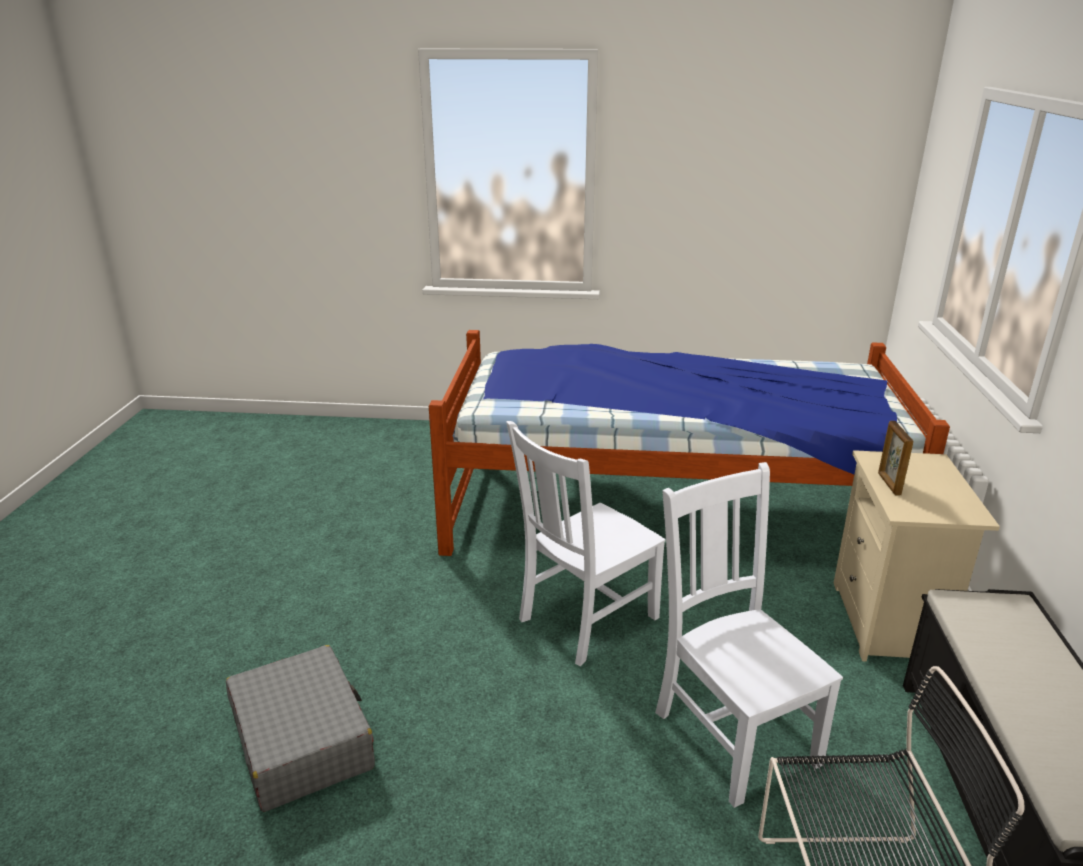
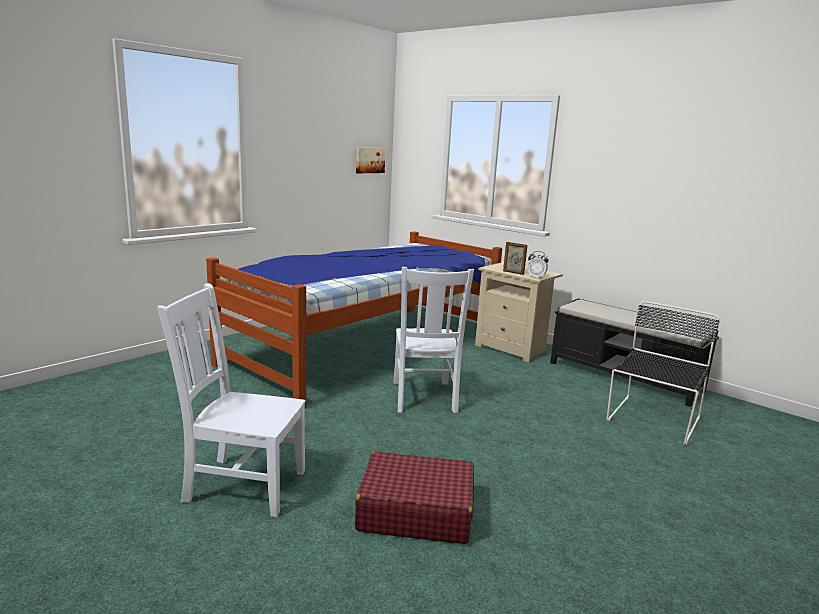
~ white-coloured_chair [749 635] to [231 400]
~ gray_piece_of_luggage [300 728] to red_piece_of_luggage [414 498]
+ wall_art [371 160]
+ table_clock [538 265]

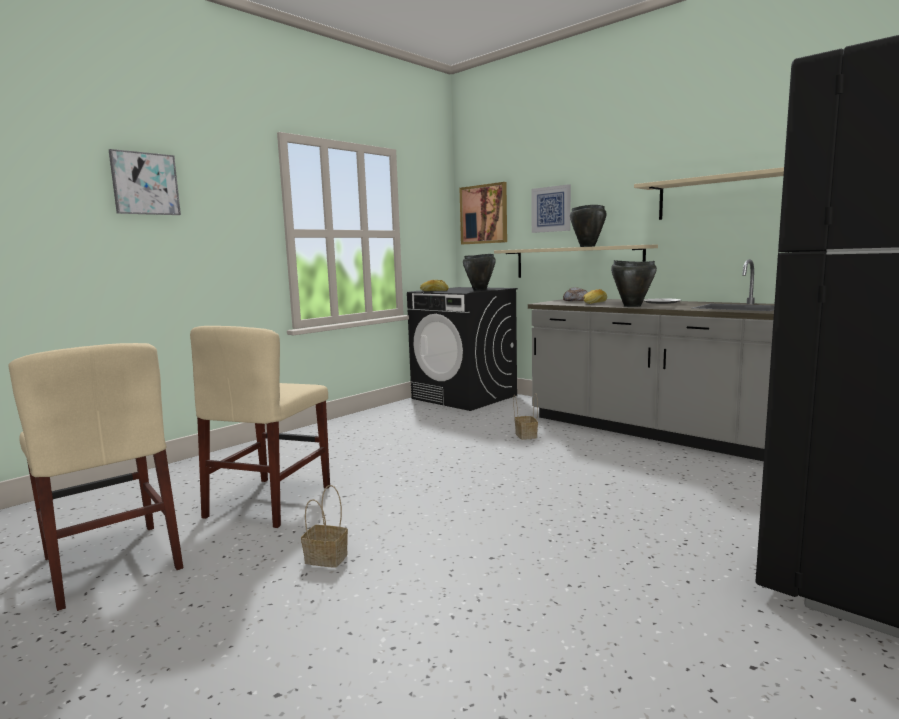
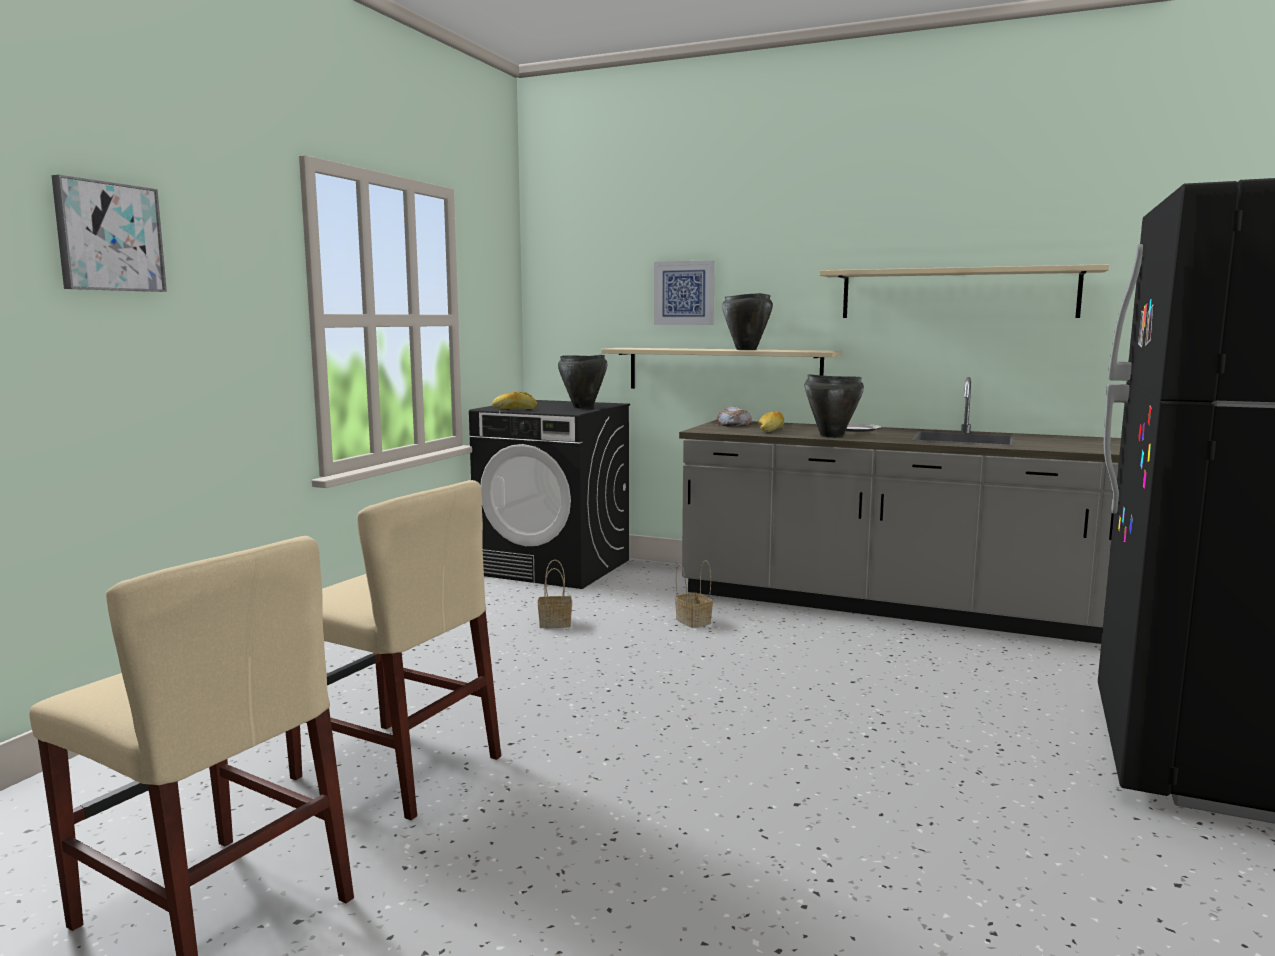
- wall_art [483 213]
~ sand-coloured_chair [260 427] = [393 650] 60 degrees counterclockwise
~ household_basket [324 526] to [555 594]

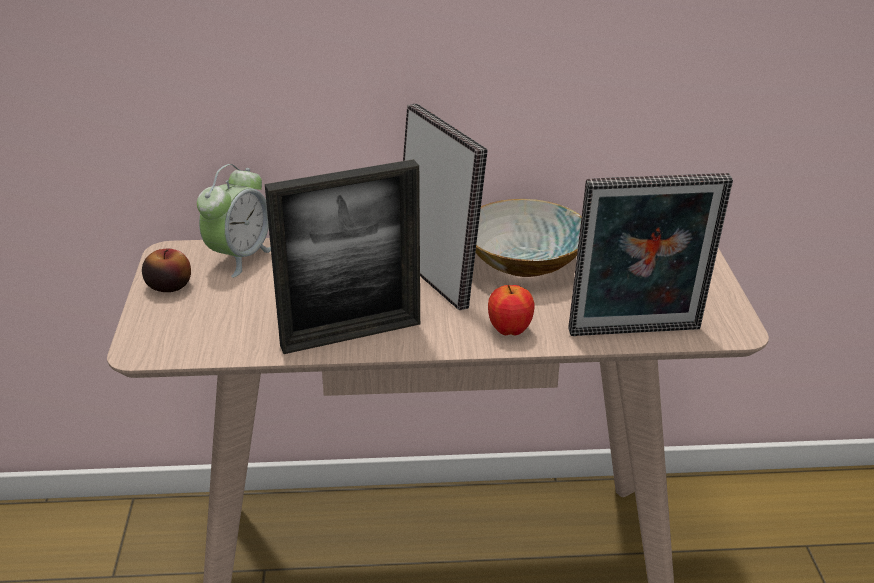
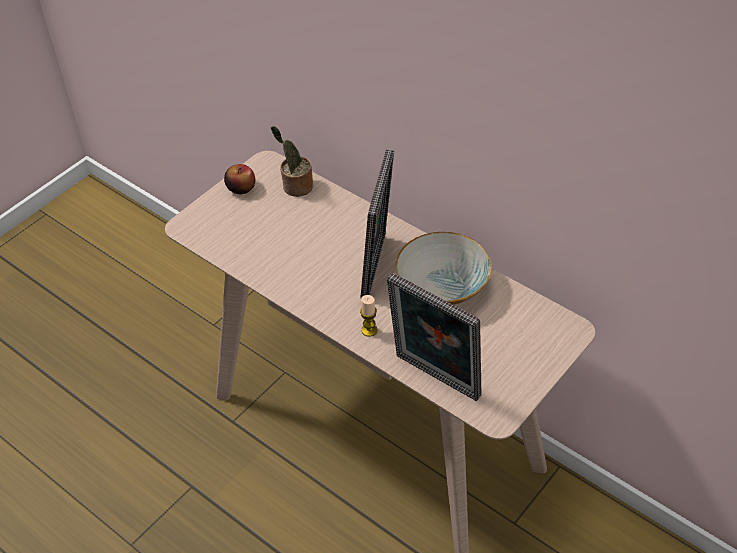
- picture_frame [342 256]
~ table_clock [234 221] to plant_in_a_pot [292 161]
~ apple [511 310] to wax_light [369 316]

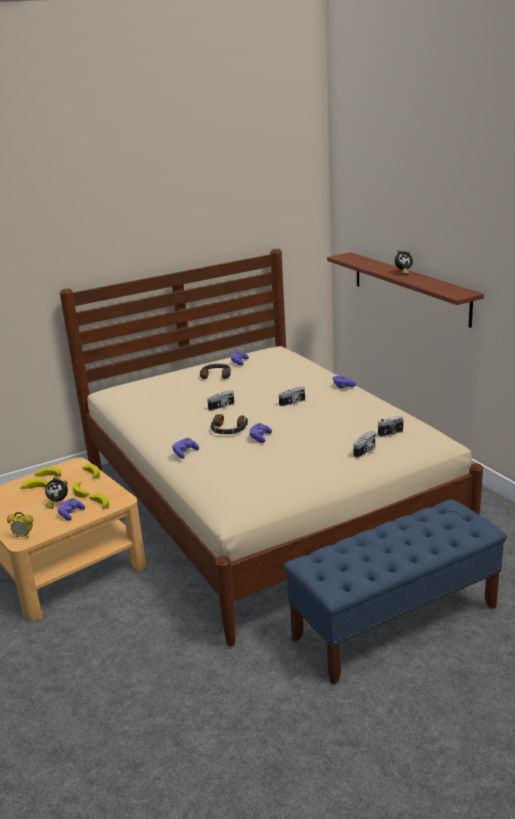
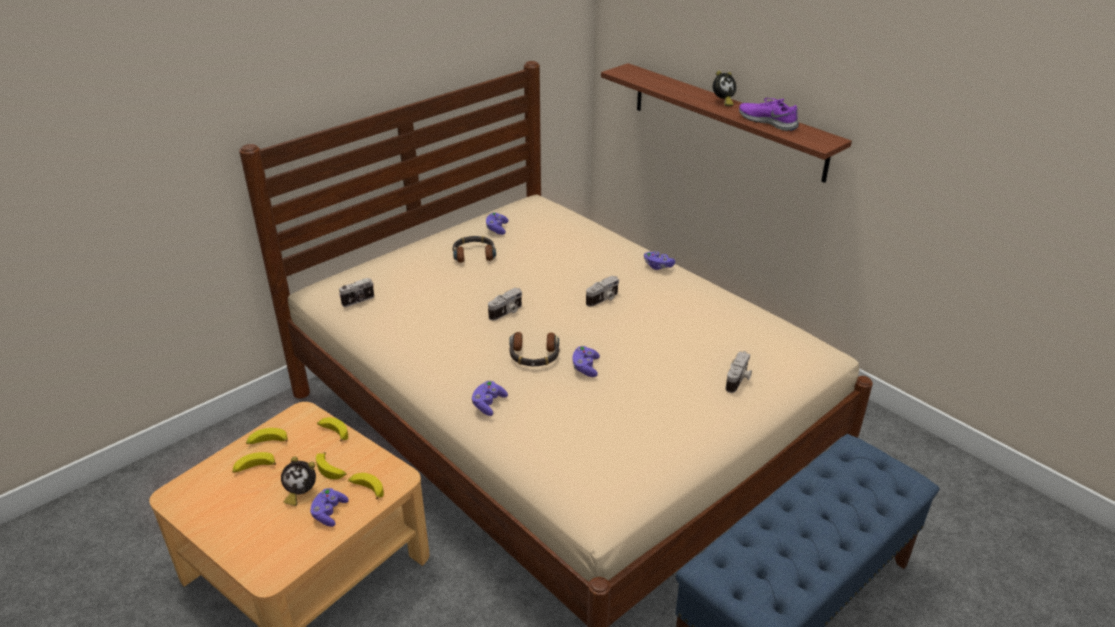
~ photo_camera [391 426] to [356 292]
- table_clock [20 525]
+ purple-coloured_item_of_footwear [769 114]

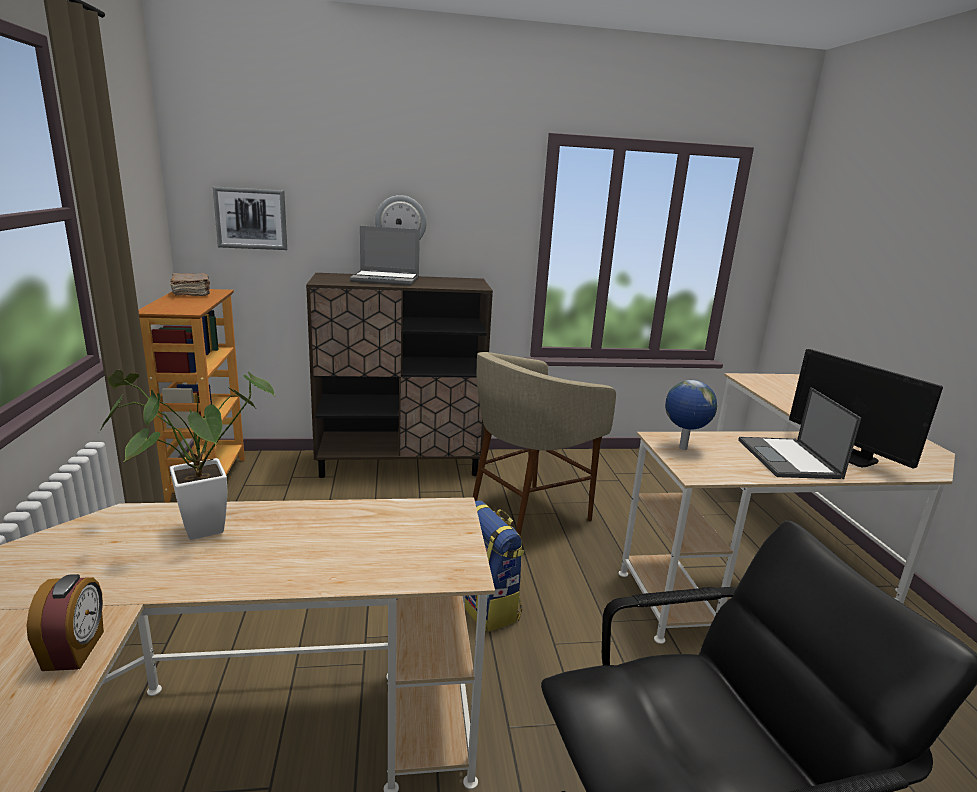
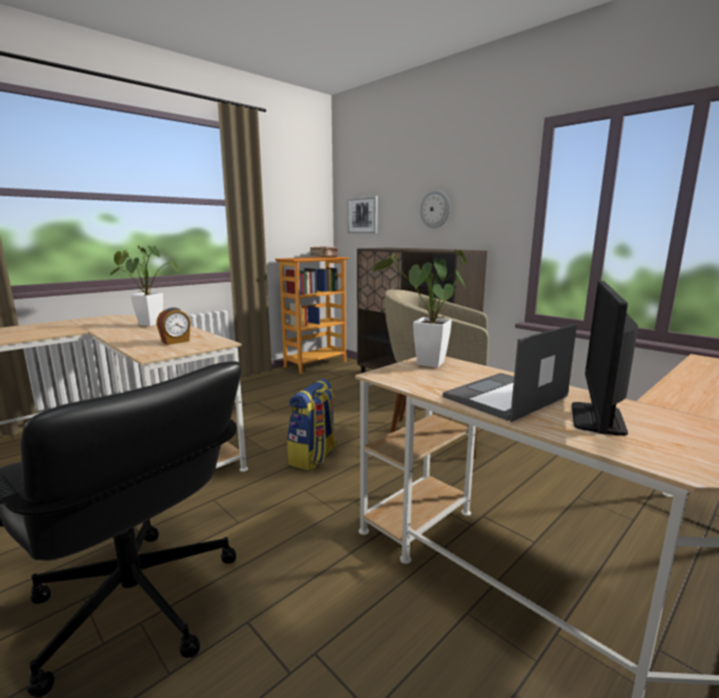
- laptop [385 256]
~ globe [691 415] to plant_in_a_pot [419 309]
~ table_clock [65 622] to [173 326]

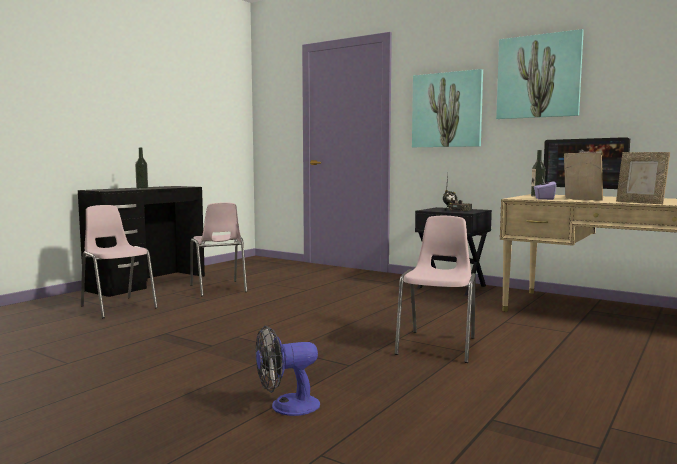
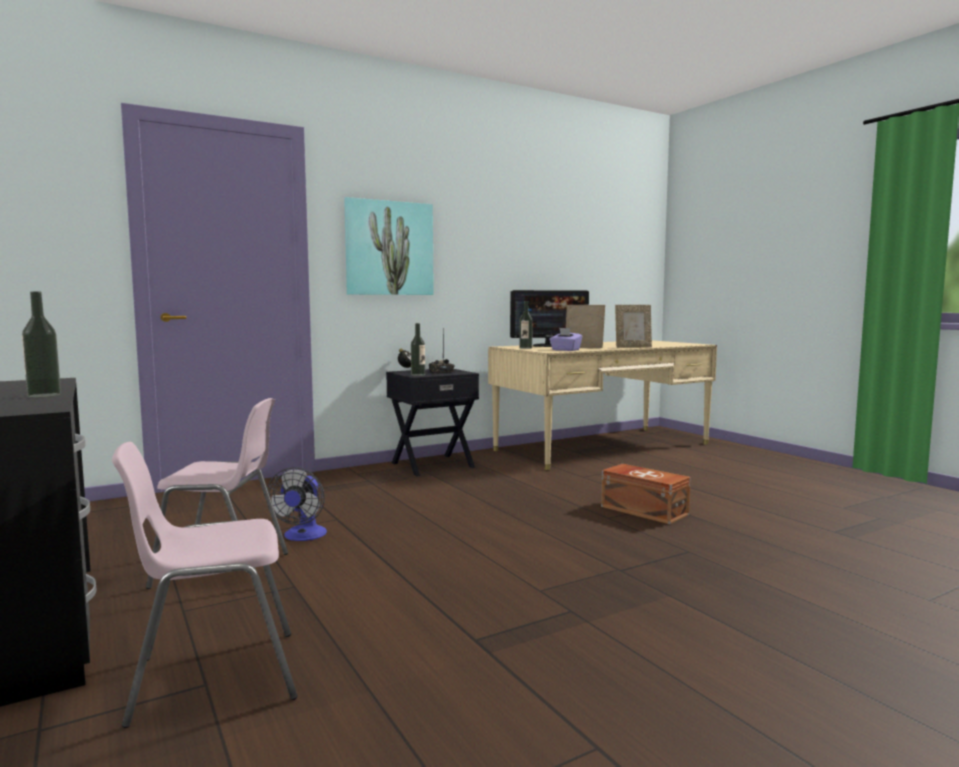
- wall_art [540 74]
~ pinkish_chair [435 289] to brown_storage_container [646 494]
~ fan [288 370] to [297 504]
+ bottle [418 349]

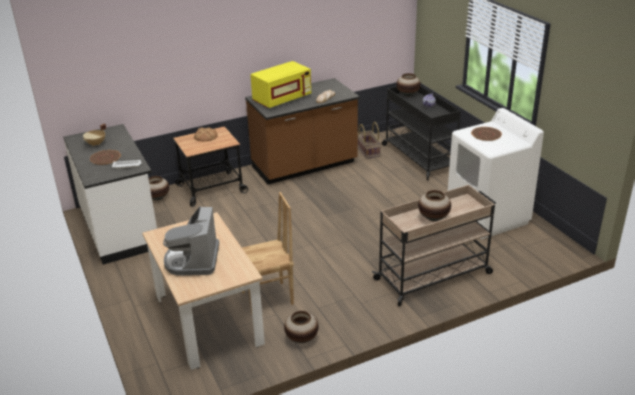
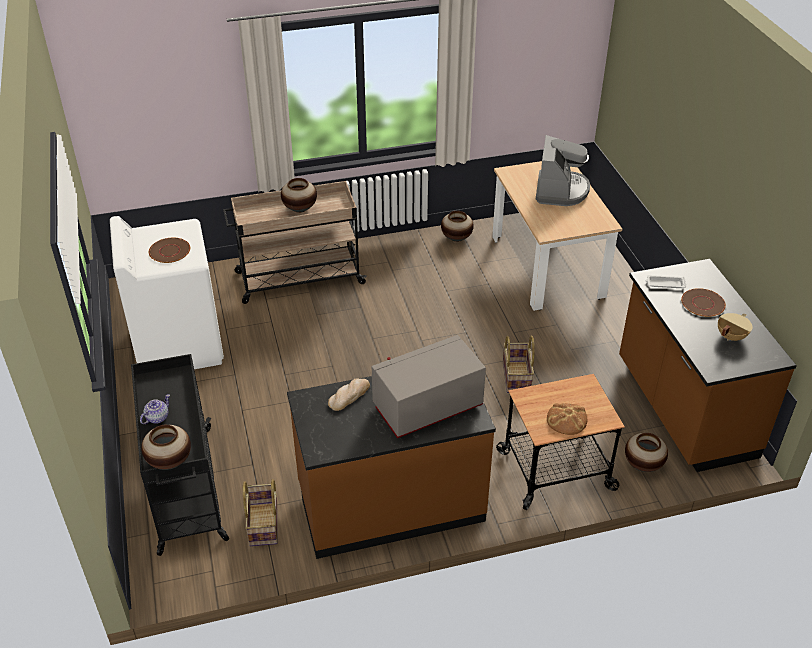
~ yellow-coloured_kitchen_microwave [280 84] to gray_kitchen_microwave [429 386]
~ white-coloured_counter [110 194] to brown_counter [708 365]
- brown_chair [268 253]
+ household_basket [519 364]

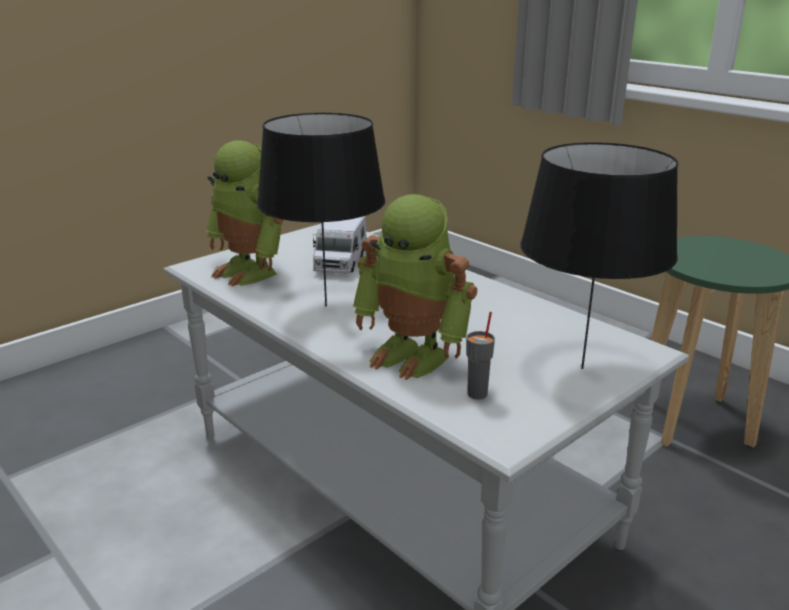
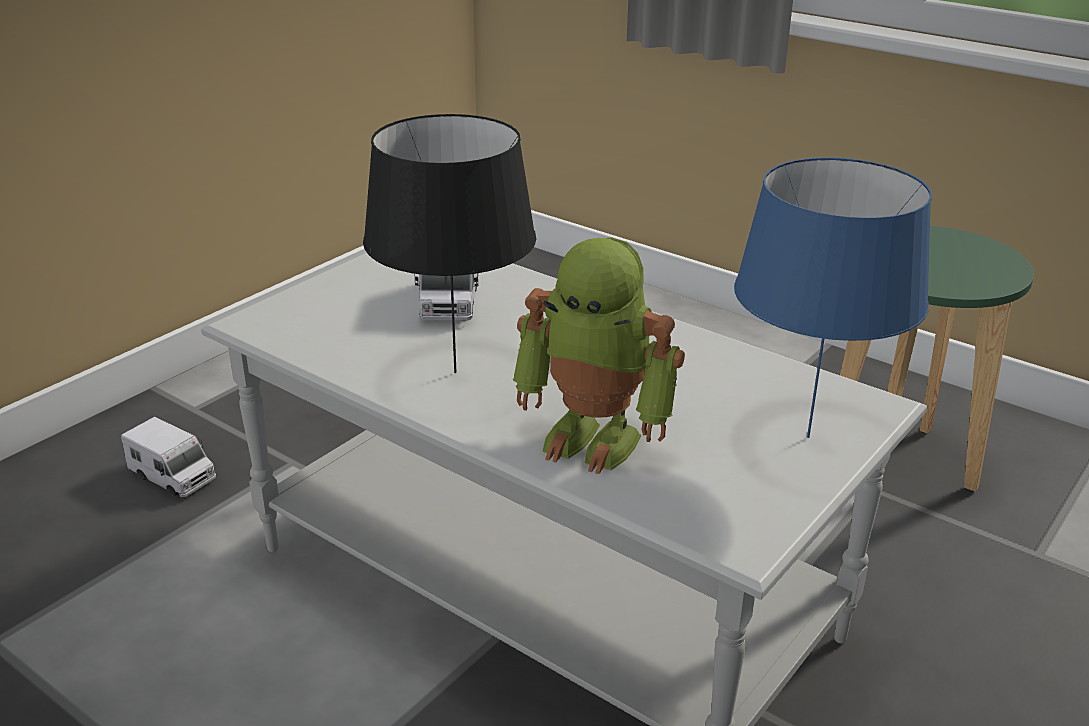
- robot_figure [244 213]
~ black_tabletop_lamp [599 255] to blue_tabletop_lamp [833 297]
- gray_small_cup [480 356]
+ toy_truck [168 457]

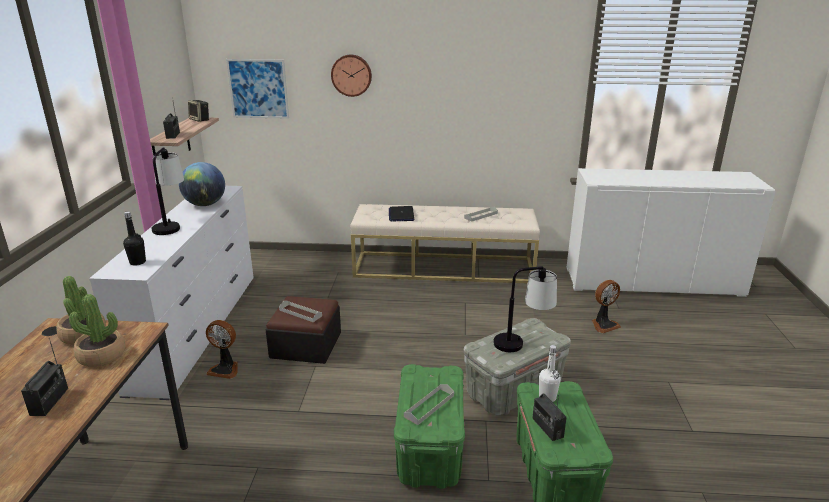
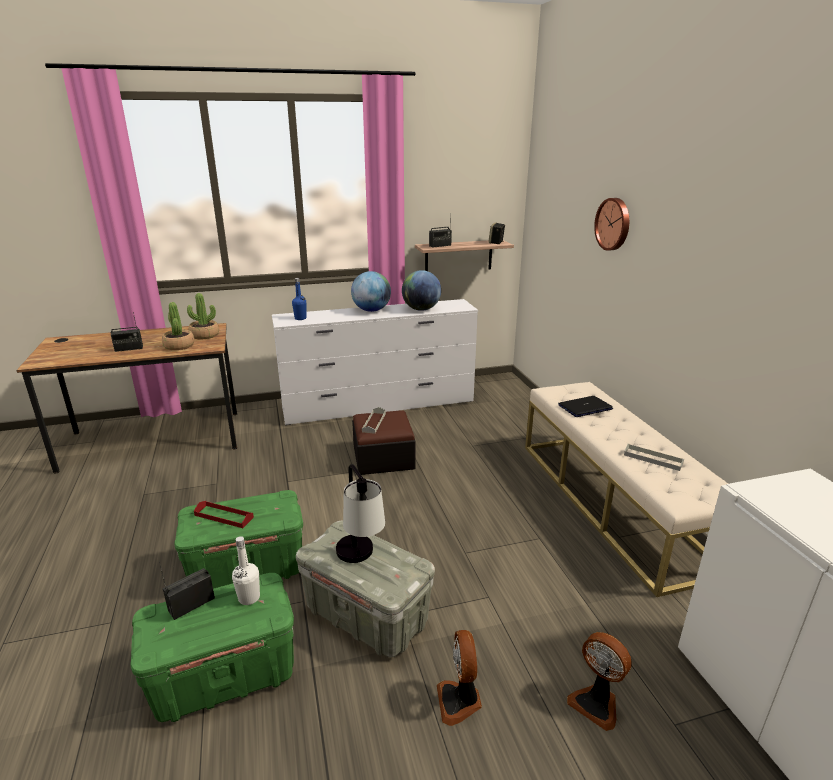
- wall_art [257 89]
~ tabletop_lamp [168 191] to globe [371 291]
~ black_bottle [134 238] to blue_bottle [299 299]
~ fan [222 349] to [459 678]
~ gray_serving_tray [429 404] to red_serving_tray [224 514]

